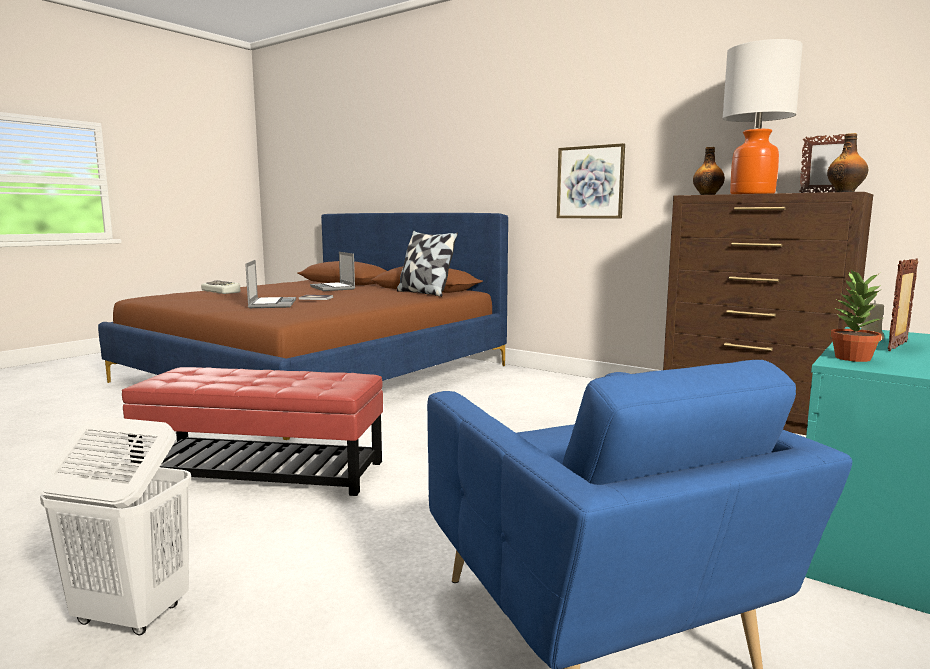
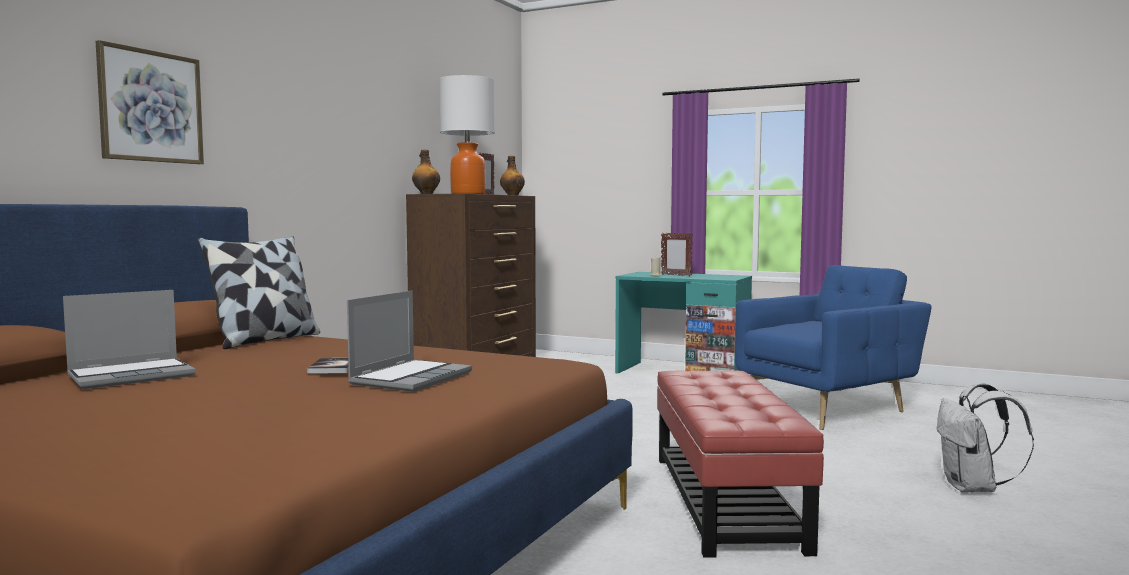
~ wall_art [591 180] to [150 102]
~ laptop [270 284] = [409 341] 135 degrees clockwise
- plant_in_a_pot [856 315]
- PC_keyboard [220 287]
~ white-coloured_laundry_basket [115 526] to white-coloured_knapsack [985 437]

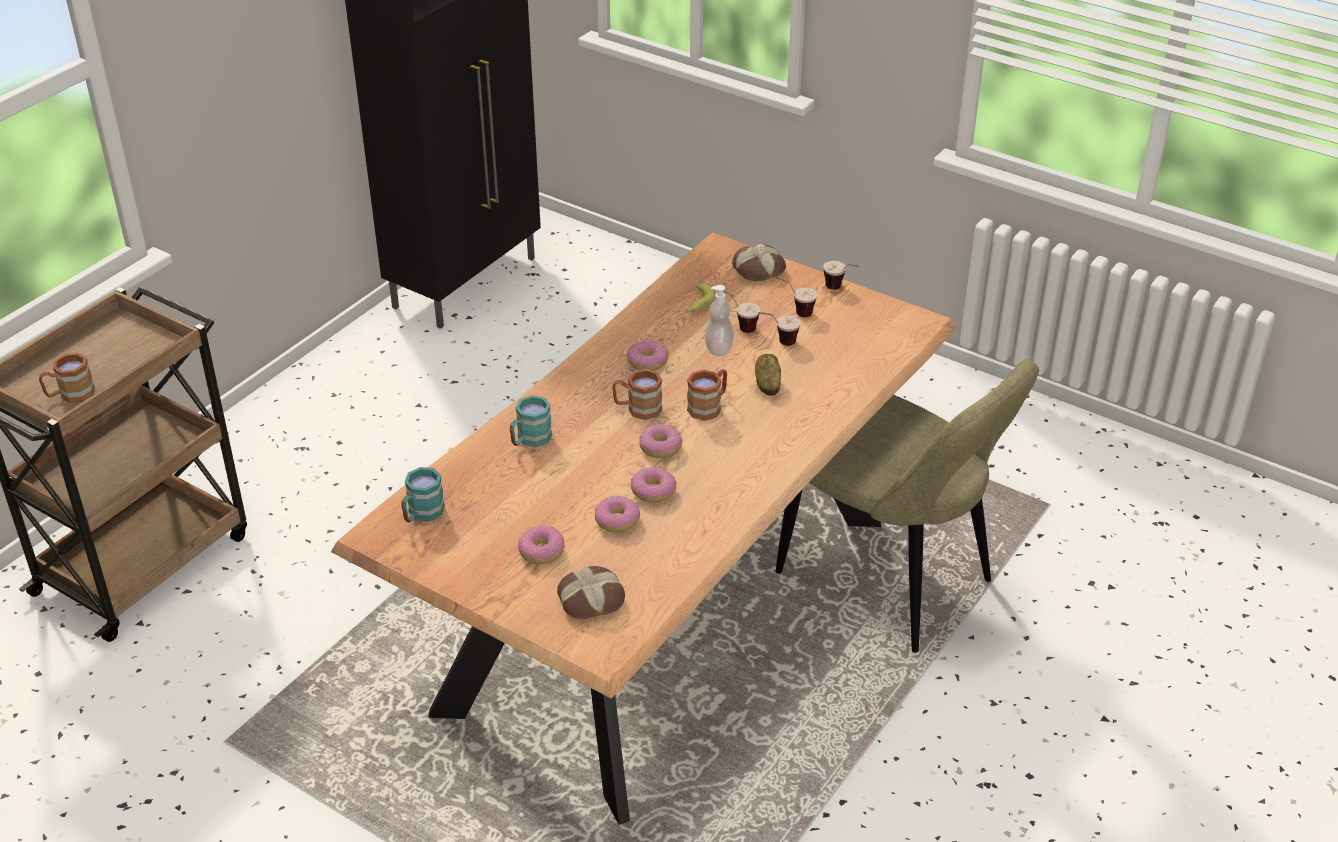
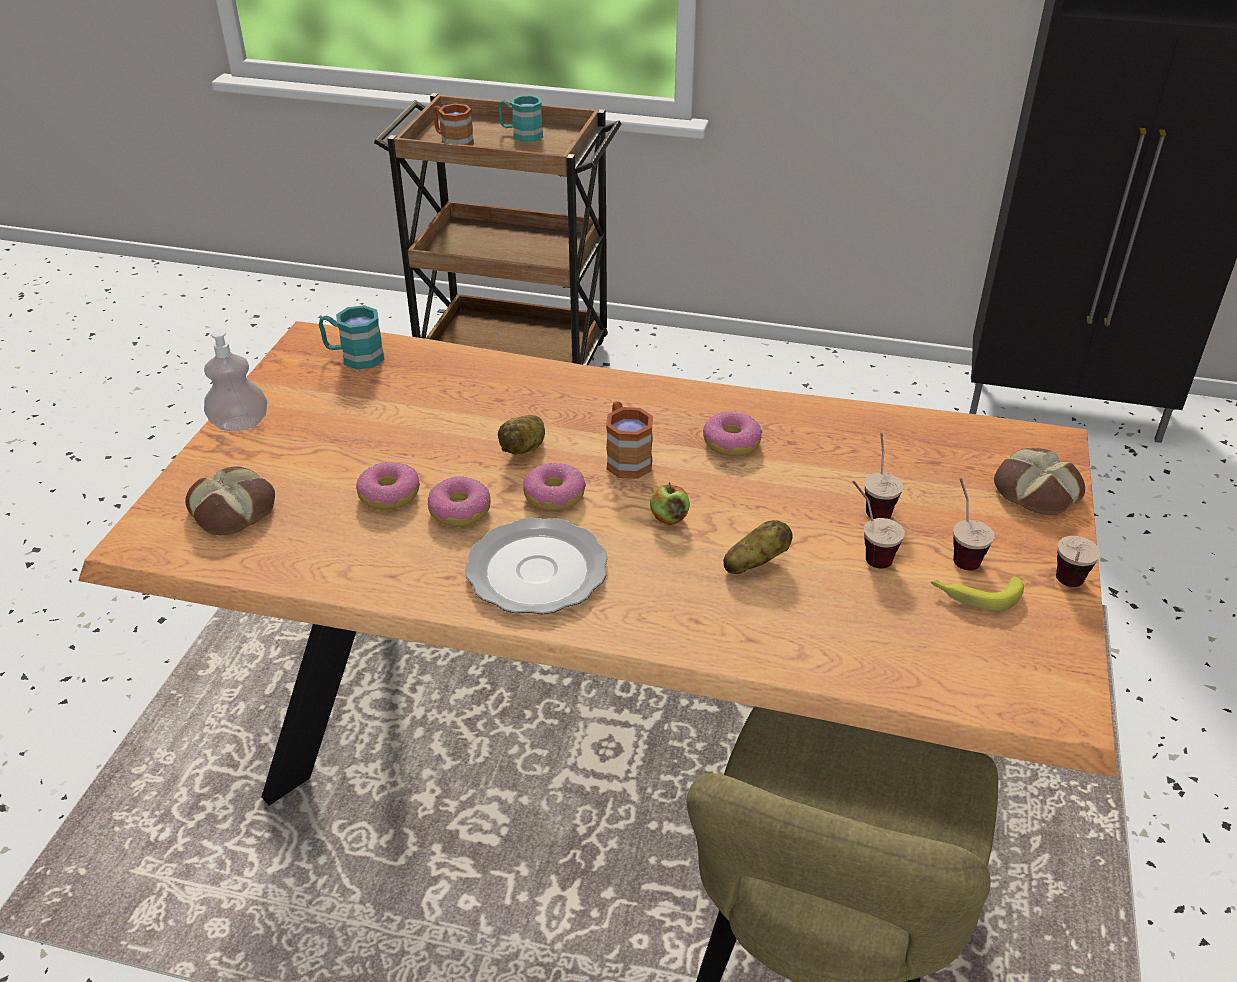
~ whole_banana [700 297] to [977 593]
~ soap_bottle [719 320] to [235 379]
~ brown_tea_mug [707 395] to apple [670 503]
~ turquoise-coloured_tea_mug [531 421] to [520 118]
- donut [541 545]
+ whole_potato [521 435]
+ flat_dish [536 566]

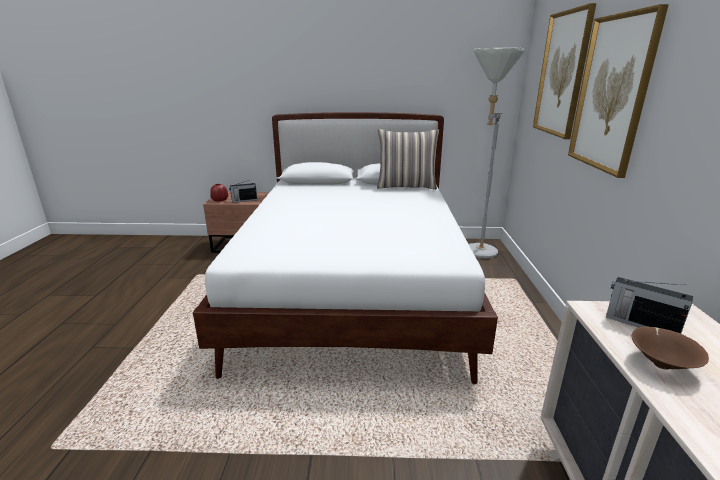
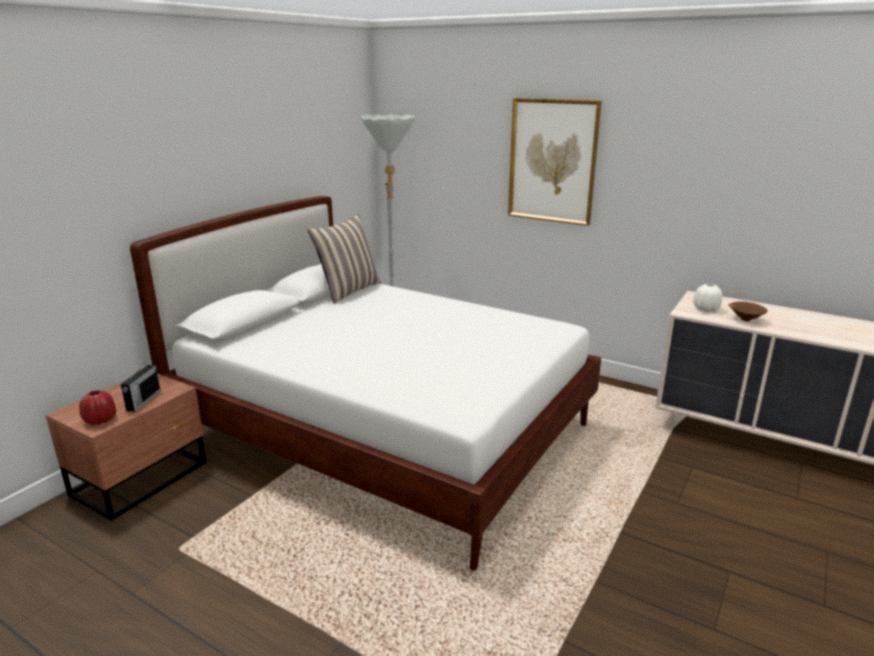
- wall_art [564 71]
~ radio_receiver [649 305] to white-coloured_vase [707 298]

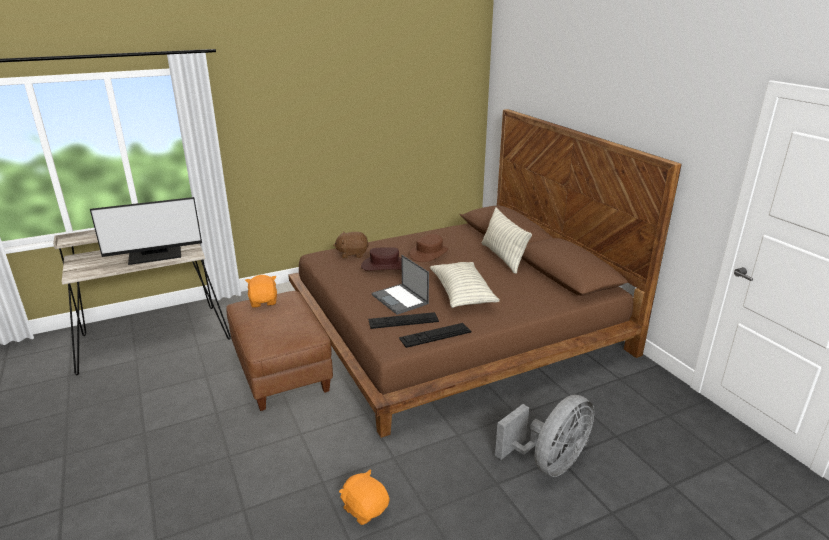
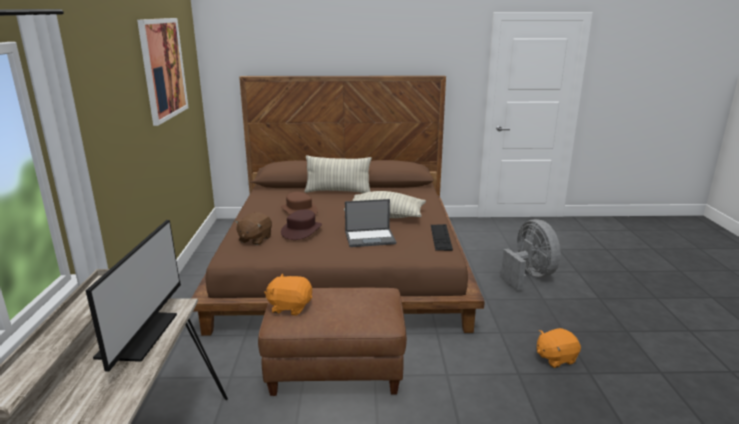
- PC_keyboard [403 320]
+ wall_art [163 72]

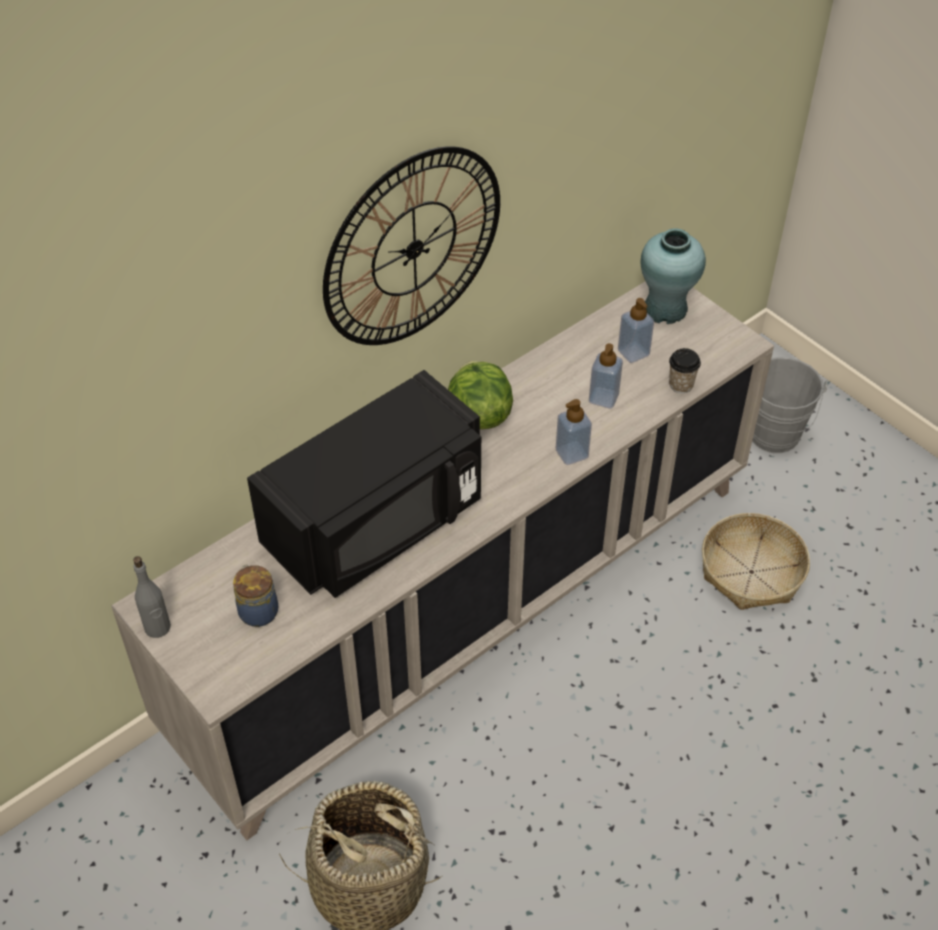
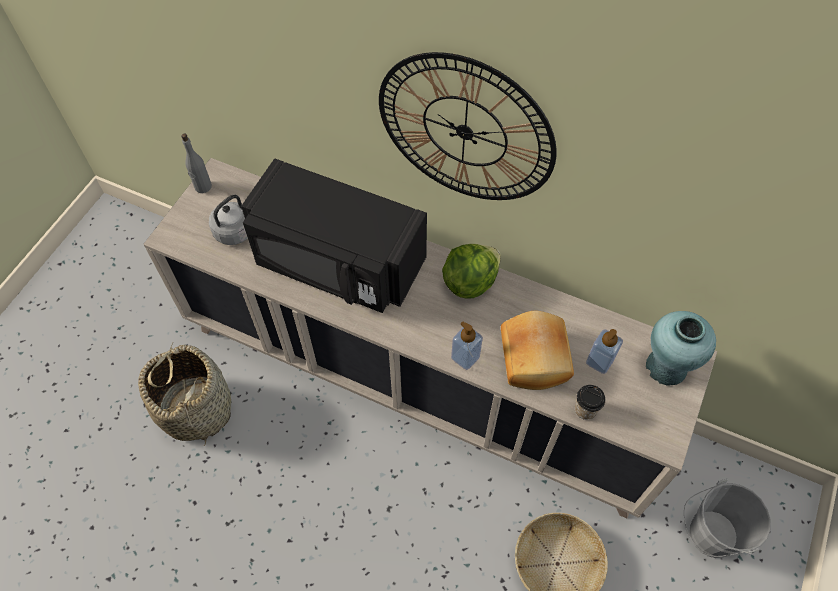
~ soap_bottle [606 375] to baked_bread [537 350]
~ jar [255 595] to gray_kettle [228 220]

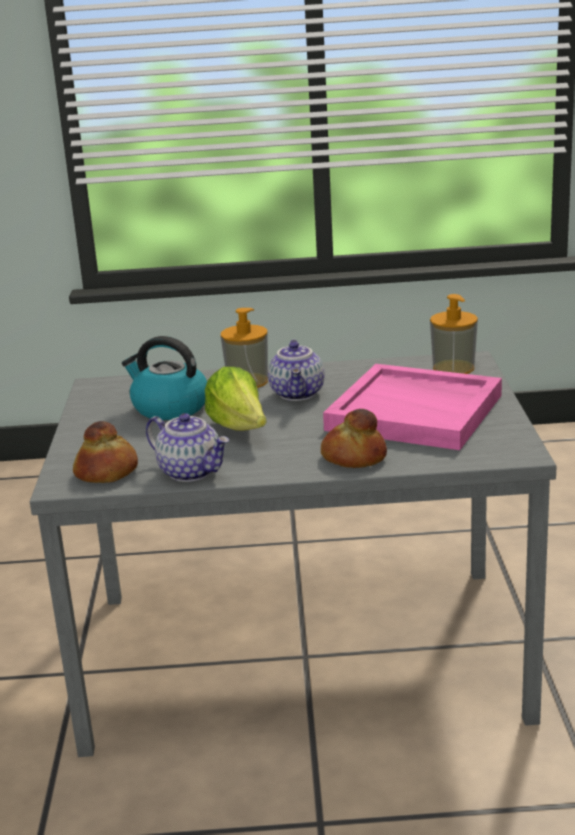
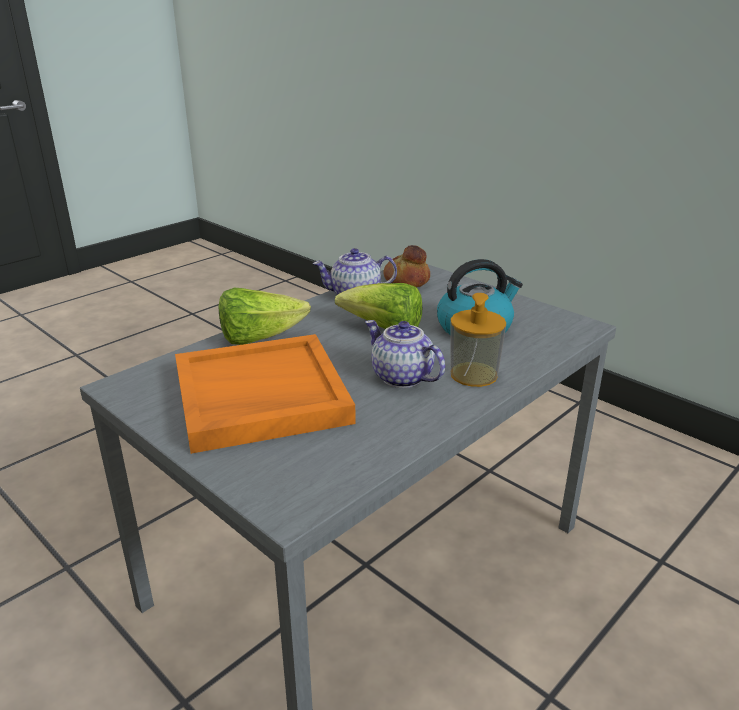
- soap_bottle [454 334]
~ pinkish_serving_tray [412 407] to orangey_serving_tray [265 394]
~ baked_bread [354 438] to head_of_lettuce [265 316]

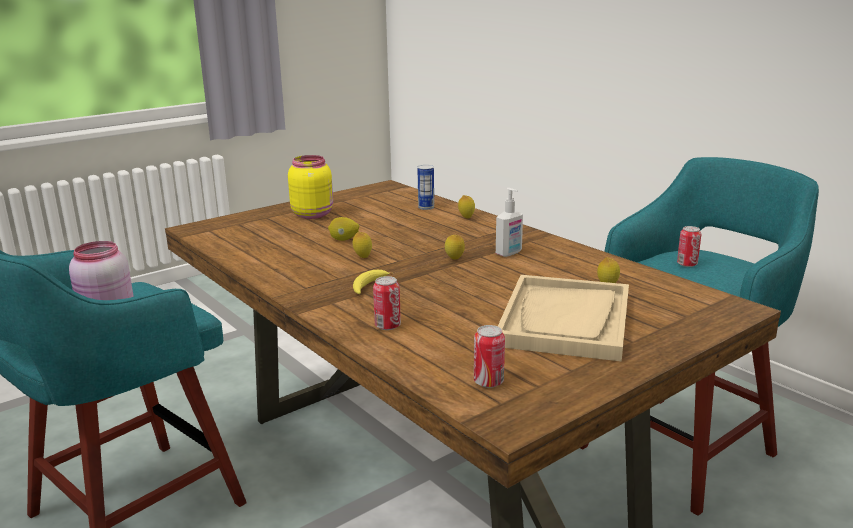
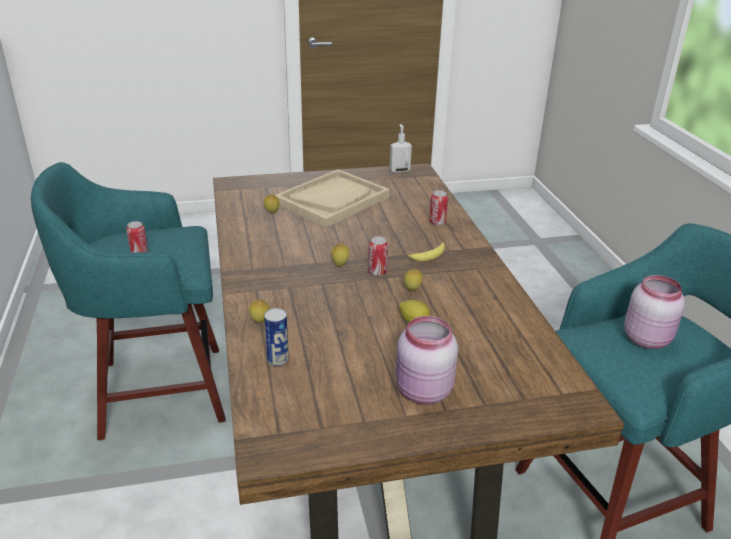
~ yellow-coloured_jar [310 187] to pinkish_jar [427 360]
~ soap_bottle [509 222] to [401 148]
~ can [489 356] to [378 256]

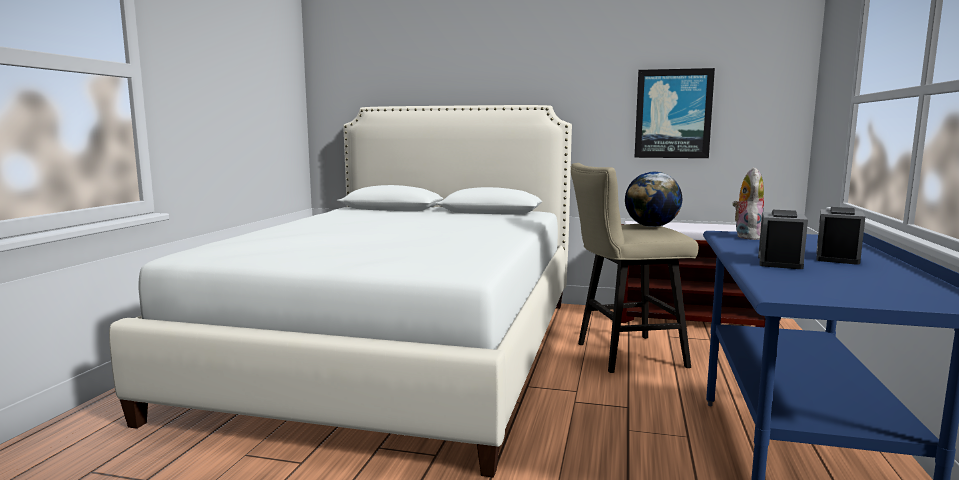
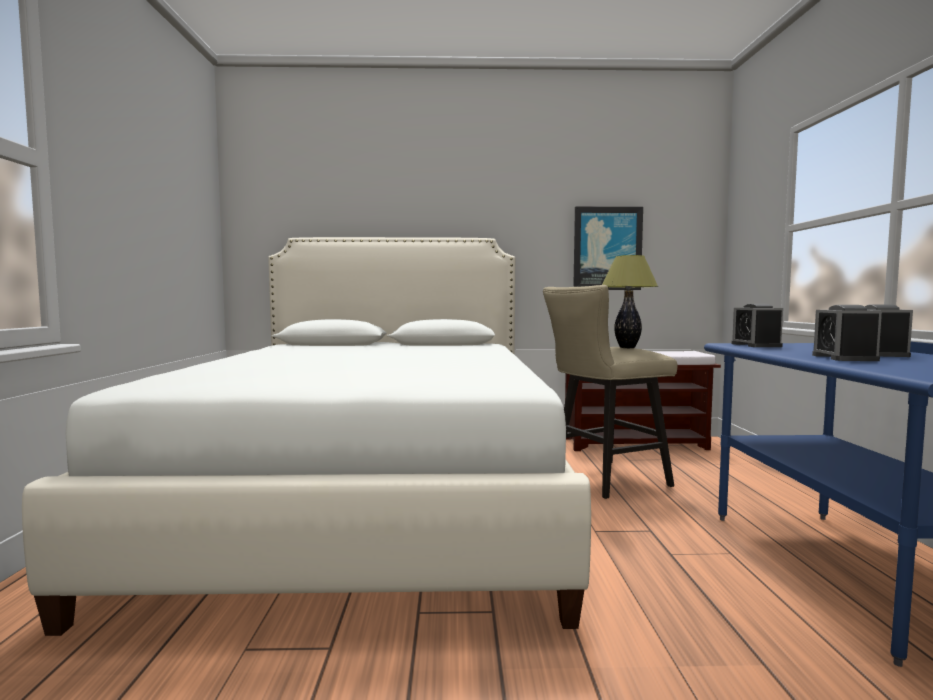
~ soft_toy [748 203] to table_clock [757 325]
~ globe [653 199] to tabletop_lamp [630 301]

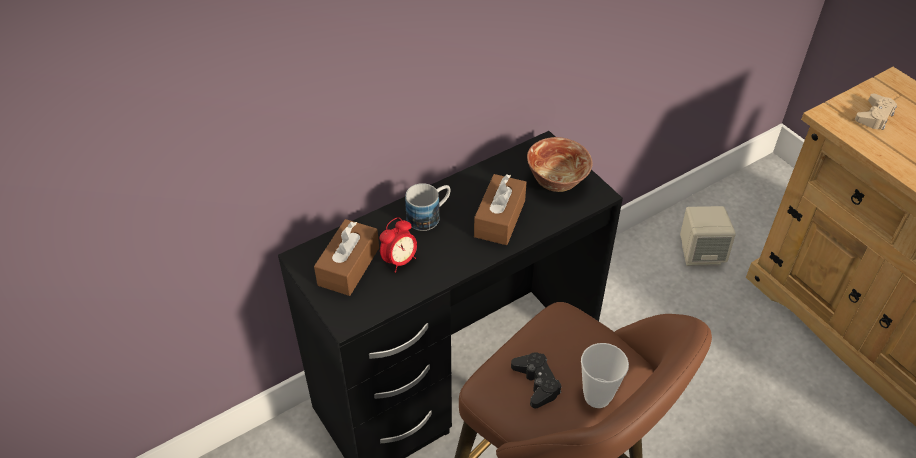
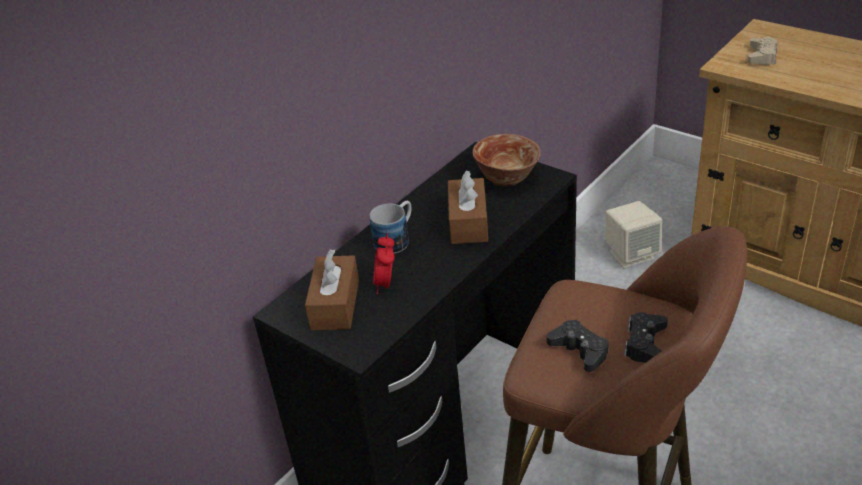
~ table_clock [398 245] = [384 263] 150 degrees clockwise
~ small_cup [605 375] to black_game_controller [646 337]

